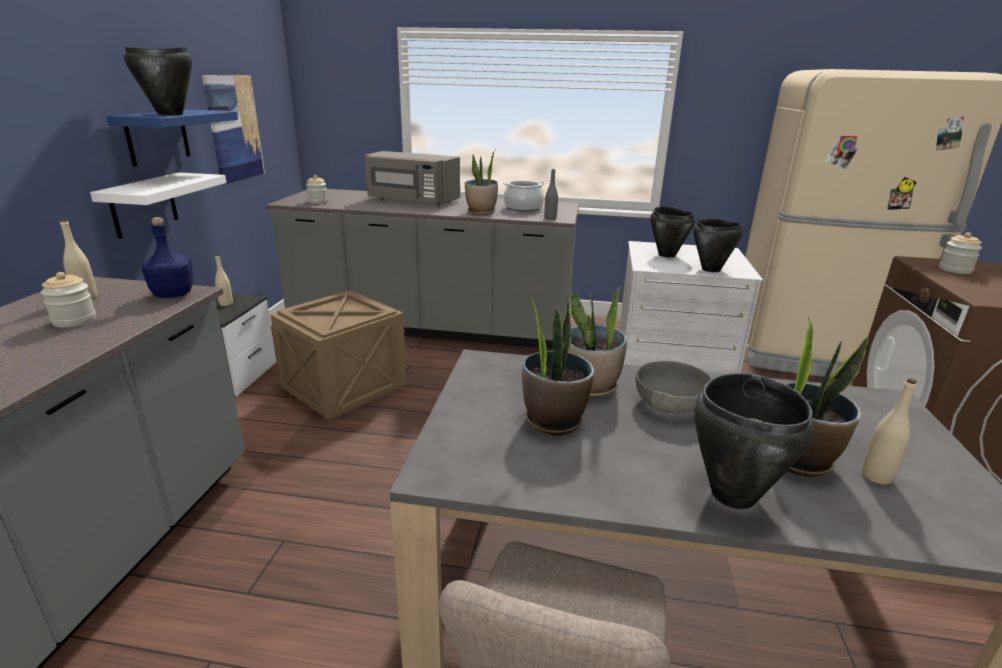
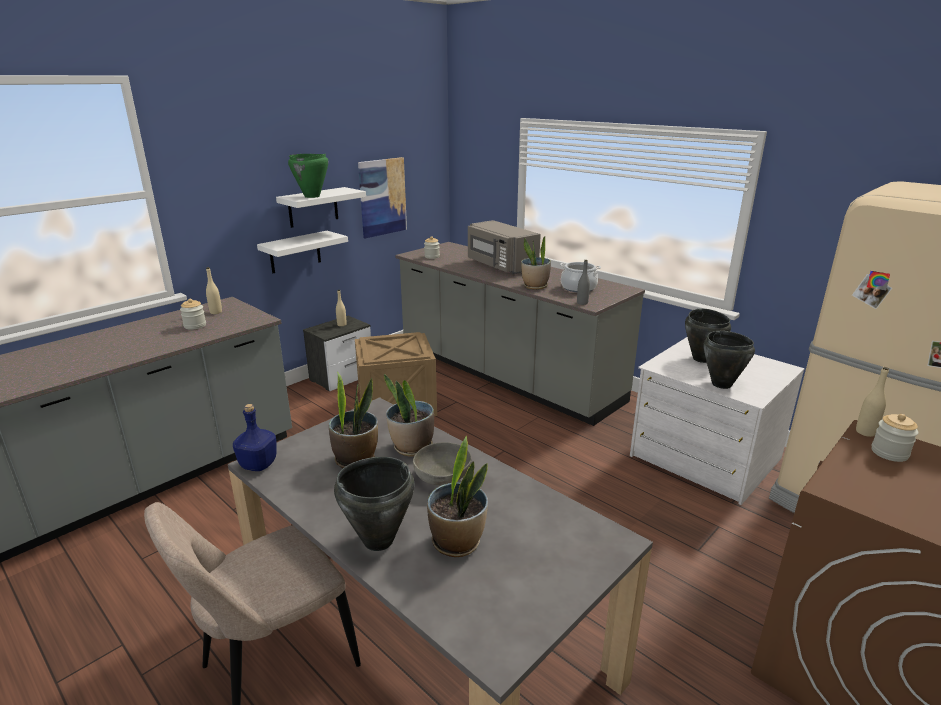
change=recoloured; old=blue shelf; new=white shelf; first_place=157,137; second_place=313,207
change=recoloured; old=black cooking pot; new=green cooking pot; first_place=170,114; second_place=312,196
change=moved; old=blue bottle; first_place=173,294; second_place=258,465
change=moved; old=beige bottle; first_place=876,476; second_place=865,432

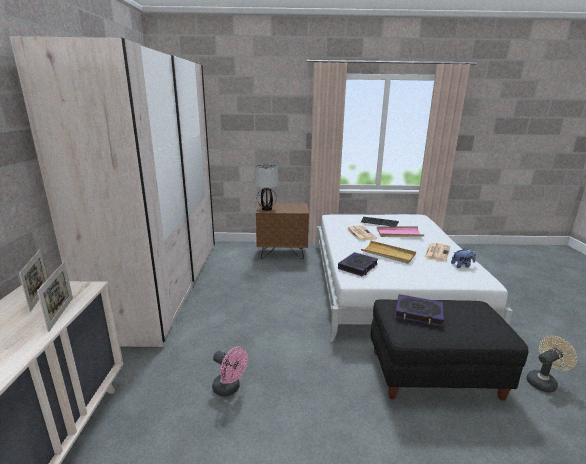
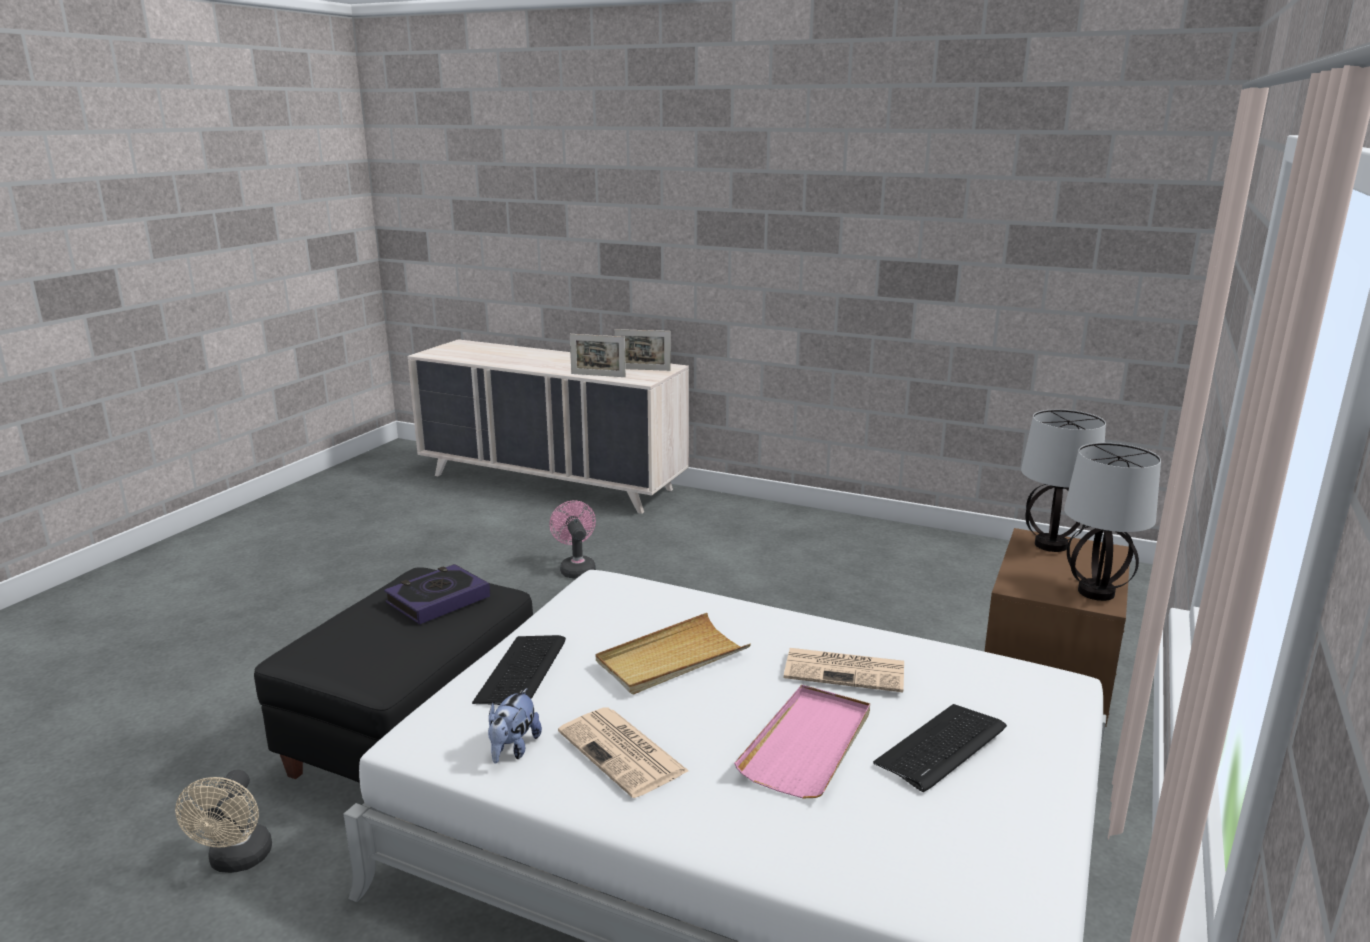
change=removed; old=beige wardrobe; first_place=164,284
change=turned; old=pink fan; first_place=230,389; second_place=576,568; degrees=105
change=removed; old=book; first_place=358,267
change=added; new=keyboard; second_place=522,672
change=added; new=table lamp; second_place=1096,593

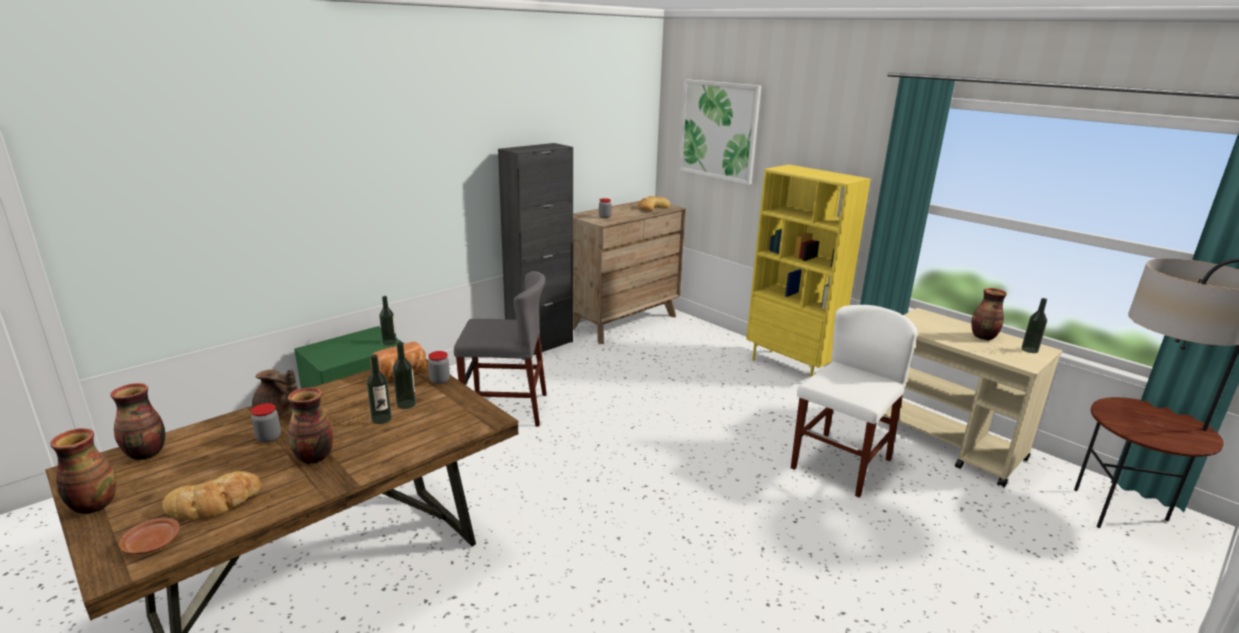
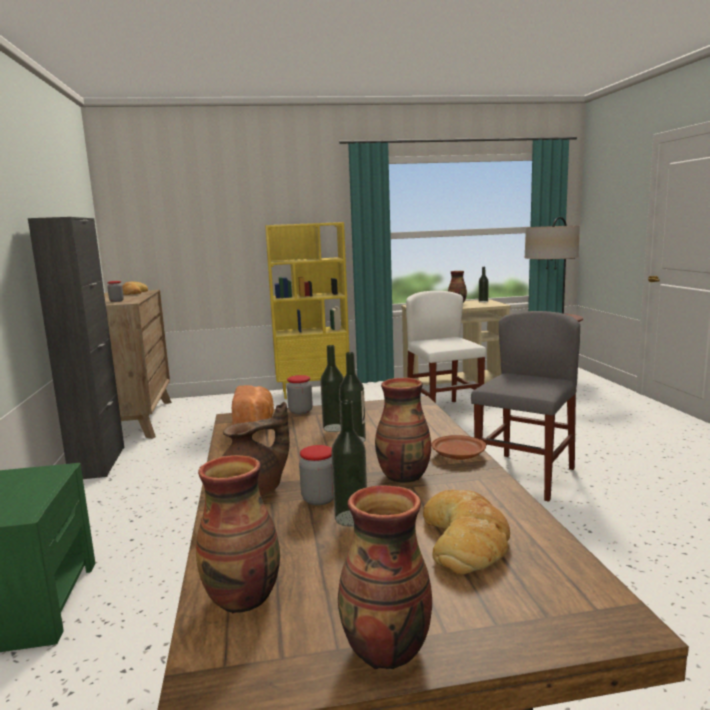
change=moved; old=brown plate; first_place=152,543; second_place=457,455
change=moved; old=bottle; first_place=389,342; second_place=351,518
change=moved; old=grey chair; first_place=505,408; second_place=525,476
change=removed; old=picture; first_place=718,130

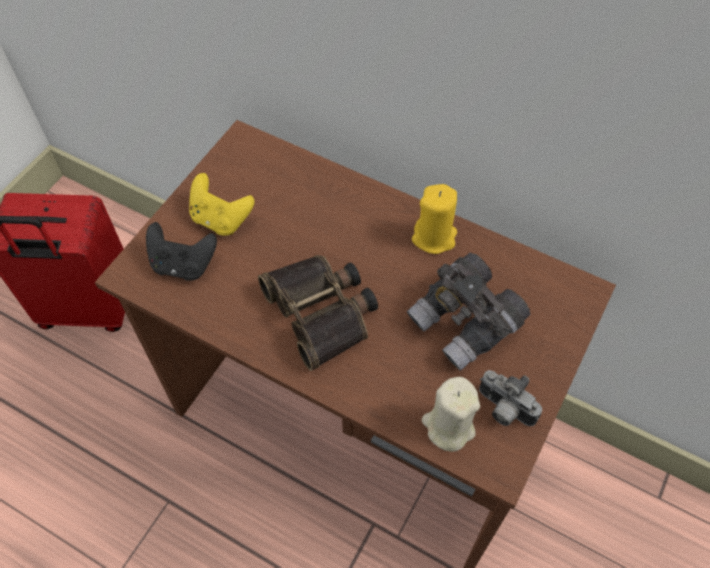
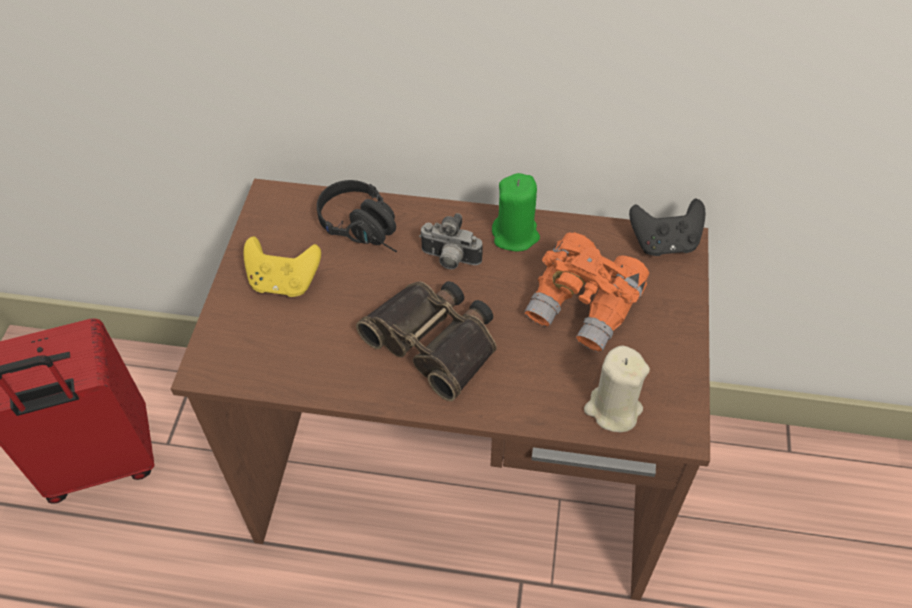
change=moved; old=black game controller; first_place=183,265; second_place=664,243
change=recoloured; old=grey binoculars; new=orange binoculars; first_place=465,324; second_place=584,307
change=recoloured; old=yellow candle; new=green candle; first_place=434,237; second_place=515,235
change=moved; old=photo camera; first_place=503,410; second_place=449,260
change=added; new=black headphones; second_place=366,230

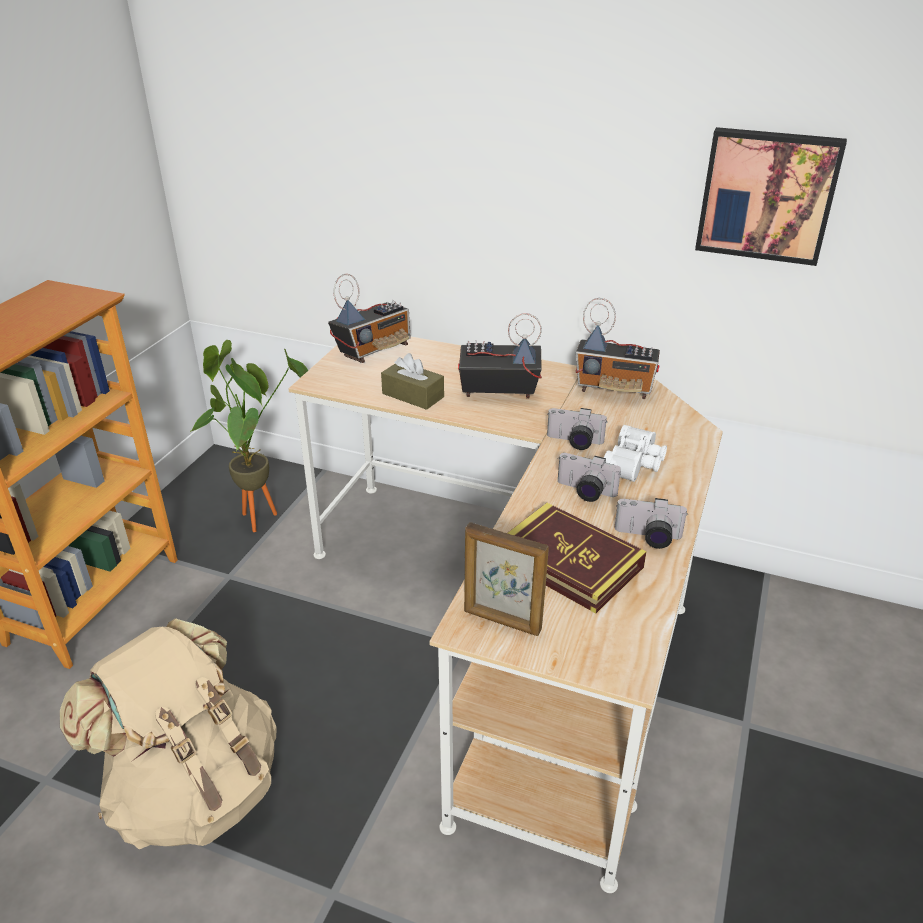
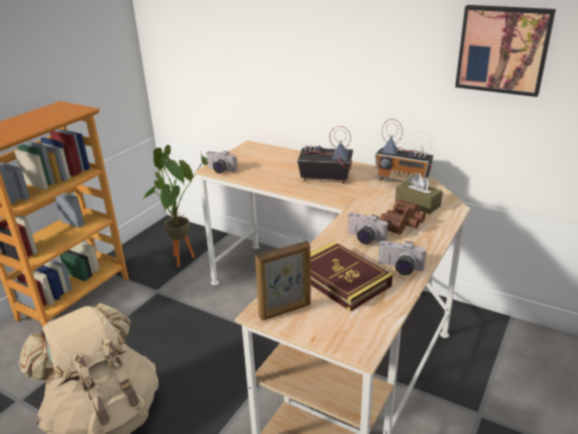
change=removed; old=radio; first_place=374,351
change=moved; old=brown tissue box; first_place=413,395; second_place=417,204
change=turned; old=picture frame; first_place=502,621; second_place=285,311; degrees=-60
change=moved; old=photo camera; first_place=574,442; second_place=220,170
change=recoloured; old=white binoculars; new=brown binoculars; first_place=635,464; second_place=404,224

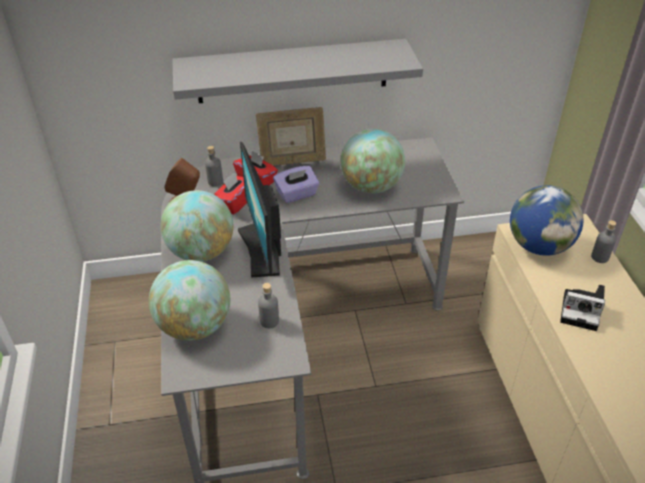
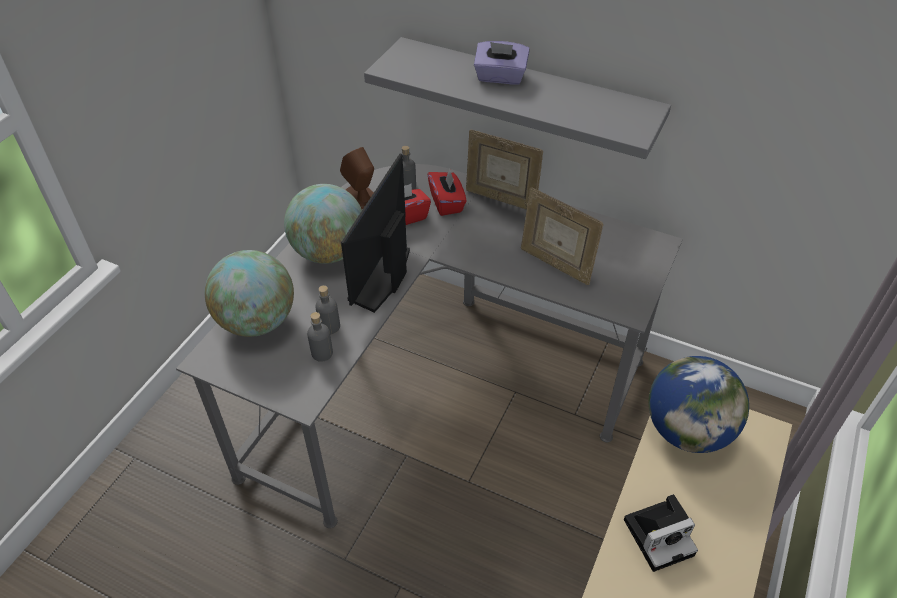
change=moved; old=purple tissue box; first_place=297,194; second_place=500,77
change=replaced; old=globe; new=picture frame; first_place=371,186; second_place=555,264
change=turned; old=photo camera; first_place=582,311; second_place=660,535; degrees=-75
change=moved; old=grey bottle; first_place=600,257; second_place=329,326

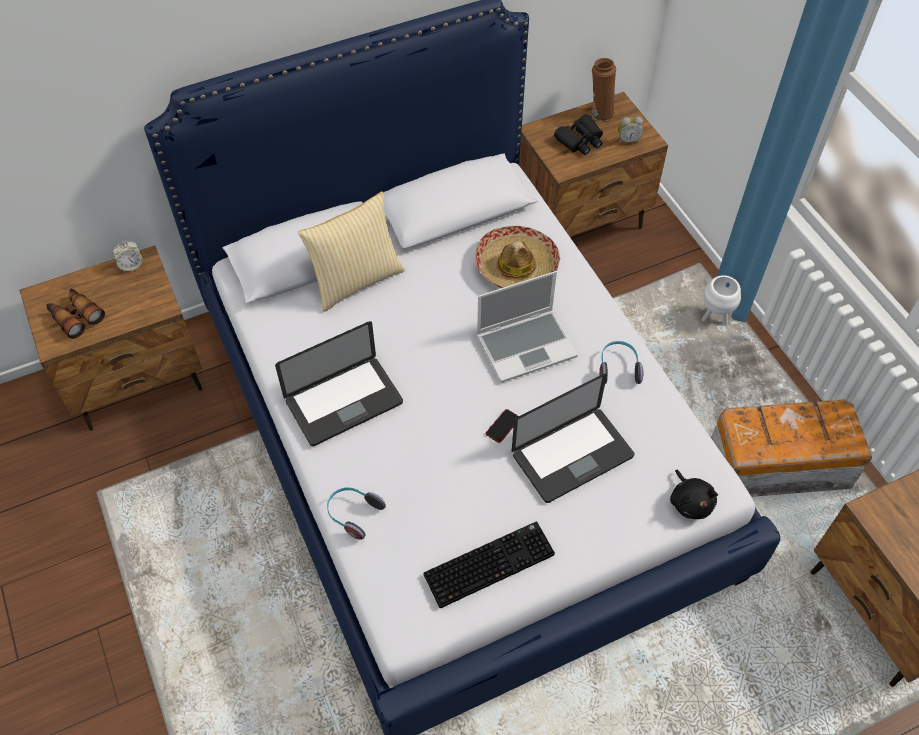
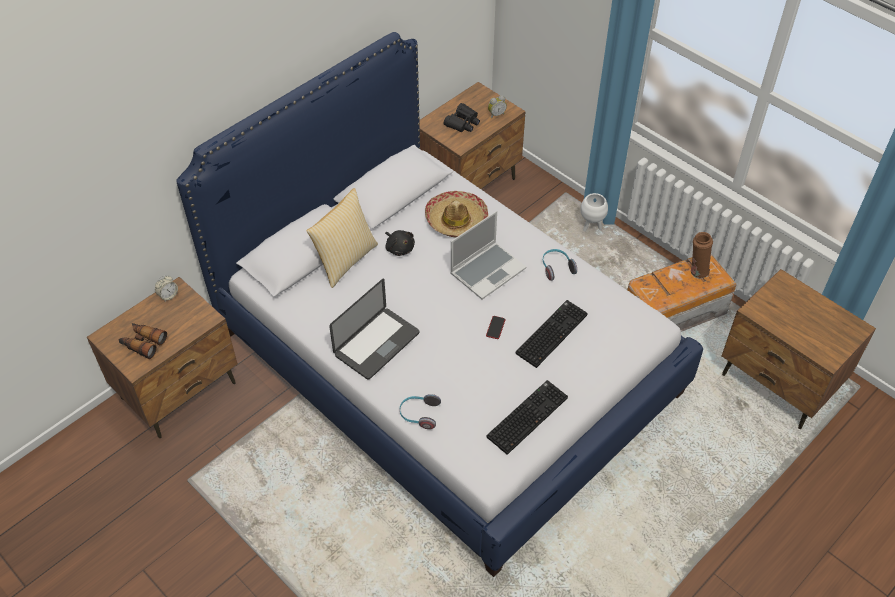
change=replaced; old=laptop; new=keyboard; first_place=572,456; second_place=551,333
change=moved; old=brown vase; first_place=600,113; second_place=697,271
change=moved; old=black plush toy; first_place=690,502; second_place=399,248

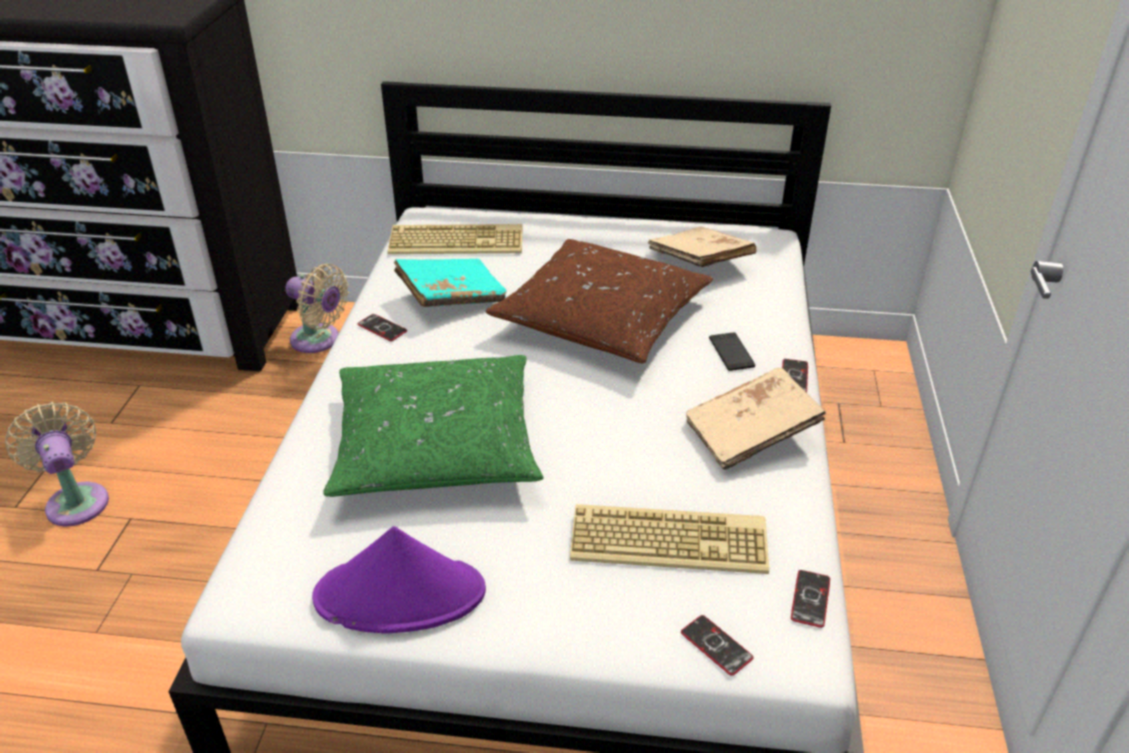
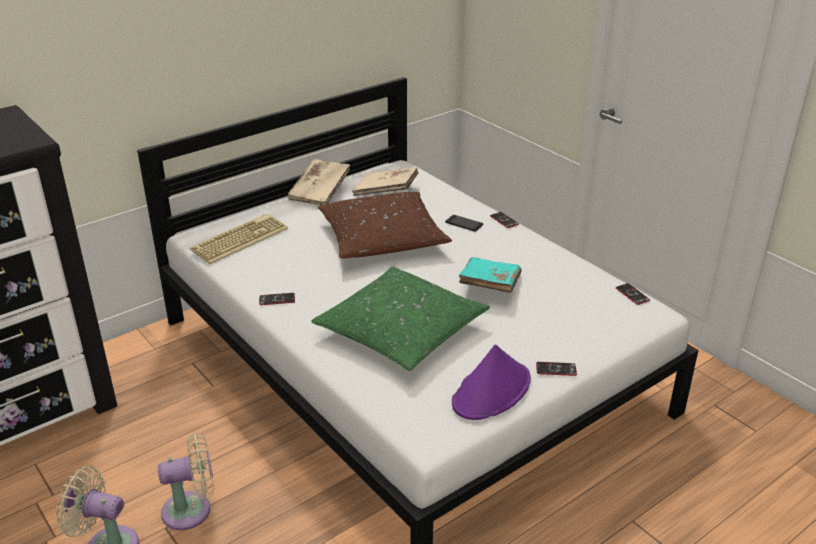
change=moved; old=beige fan; first_place=319,340; second_place=192,510
change=moved; old=turquoise book; first_place=451,296; second_place=489,285
change=removed; old=keyboard; first_place=670,539
change=moved; old=phone; first_place=716,645; second_place=556,369
change=moved; old=beige book; first_place=751,433; second_place=320,192

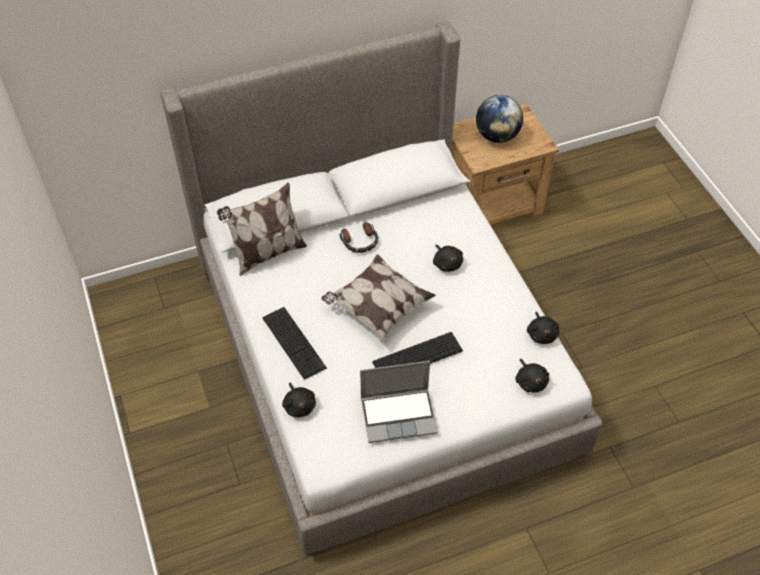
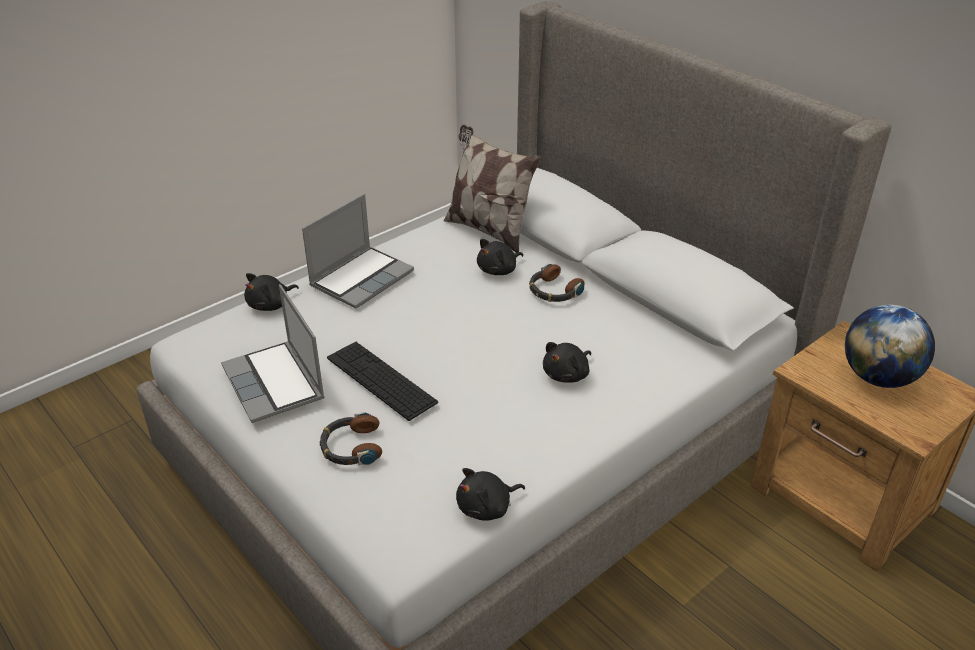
change=replaced; old=keyboard; new=laptop; first_place=293,342; second_place=362,278
change=removed; old=pillow; first_place=378,308
change=moved; old=black plush toy; first_place=530,381; second_place=499,270
change=added; new=headphones; second_place=351,447

